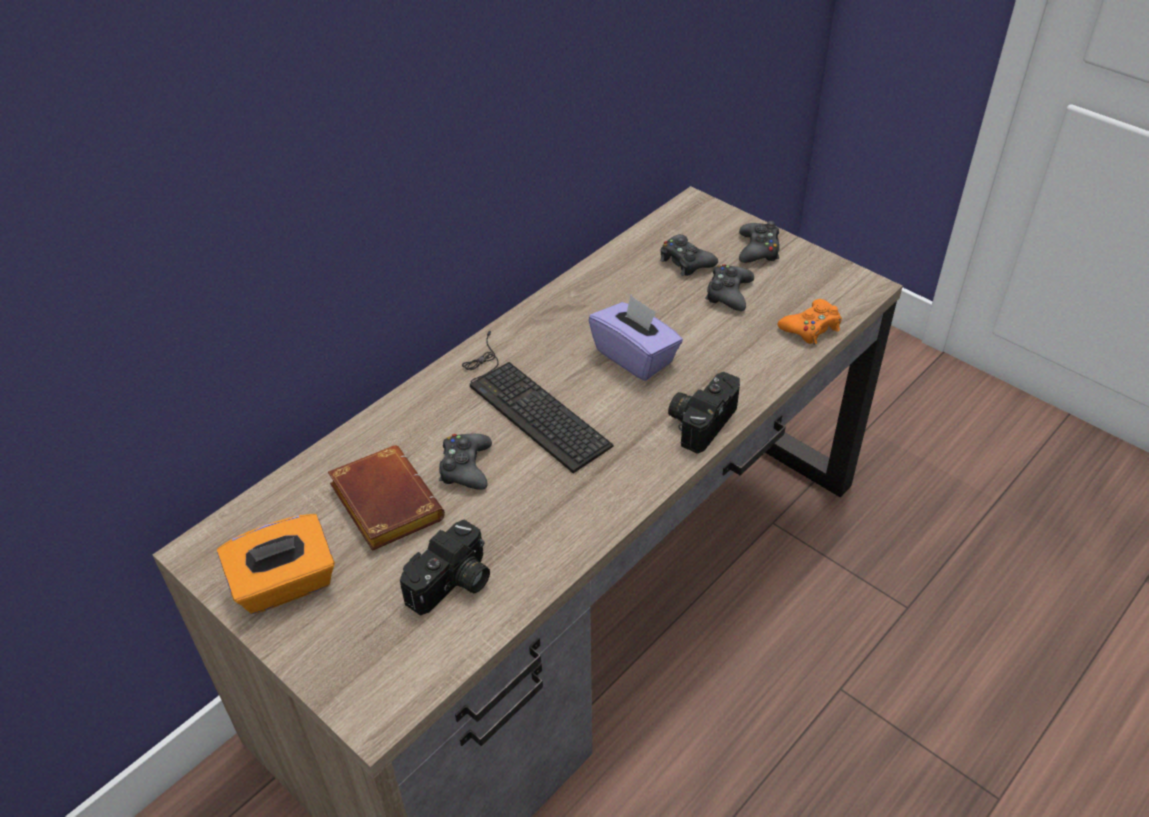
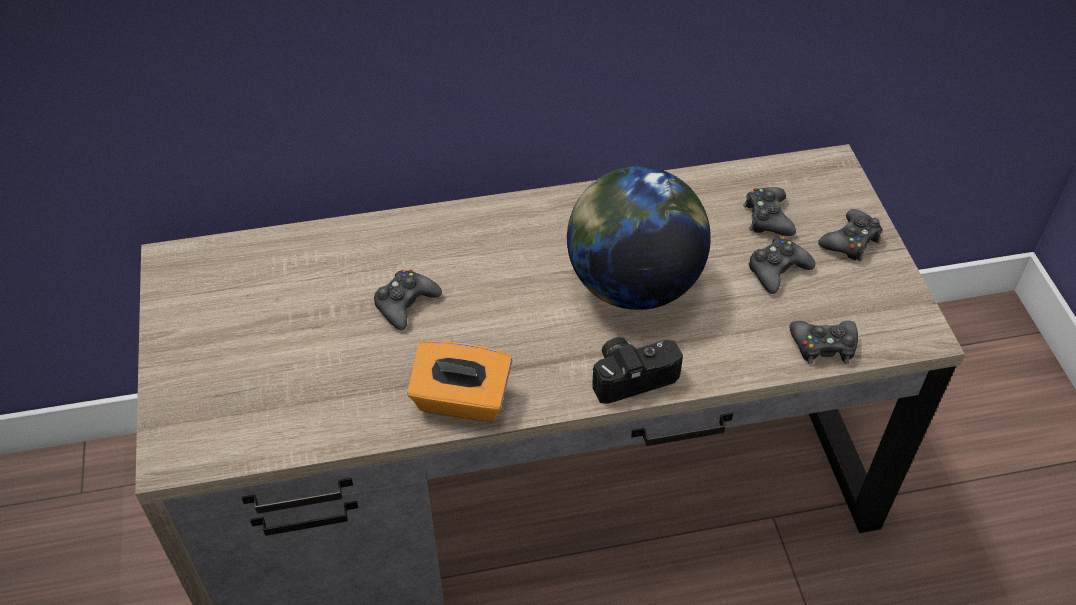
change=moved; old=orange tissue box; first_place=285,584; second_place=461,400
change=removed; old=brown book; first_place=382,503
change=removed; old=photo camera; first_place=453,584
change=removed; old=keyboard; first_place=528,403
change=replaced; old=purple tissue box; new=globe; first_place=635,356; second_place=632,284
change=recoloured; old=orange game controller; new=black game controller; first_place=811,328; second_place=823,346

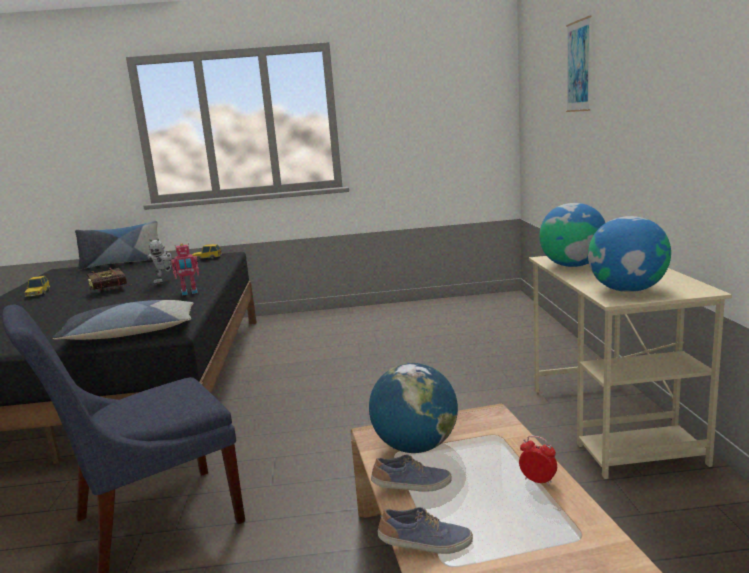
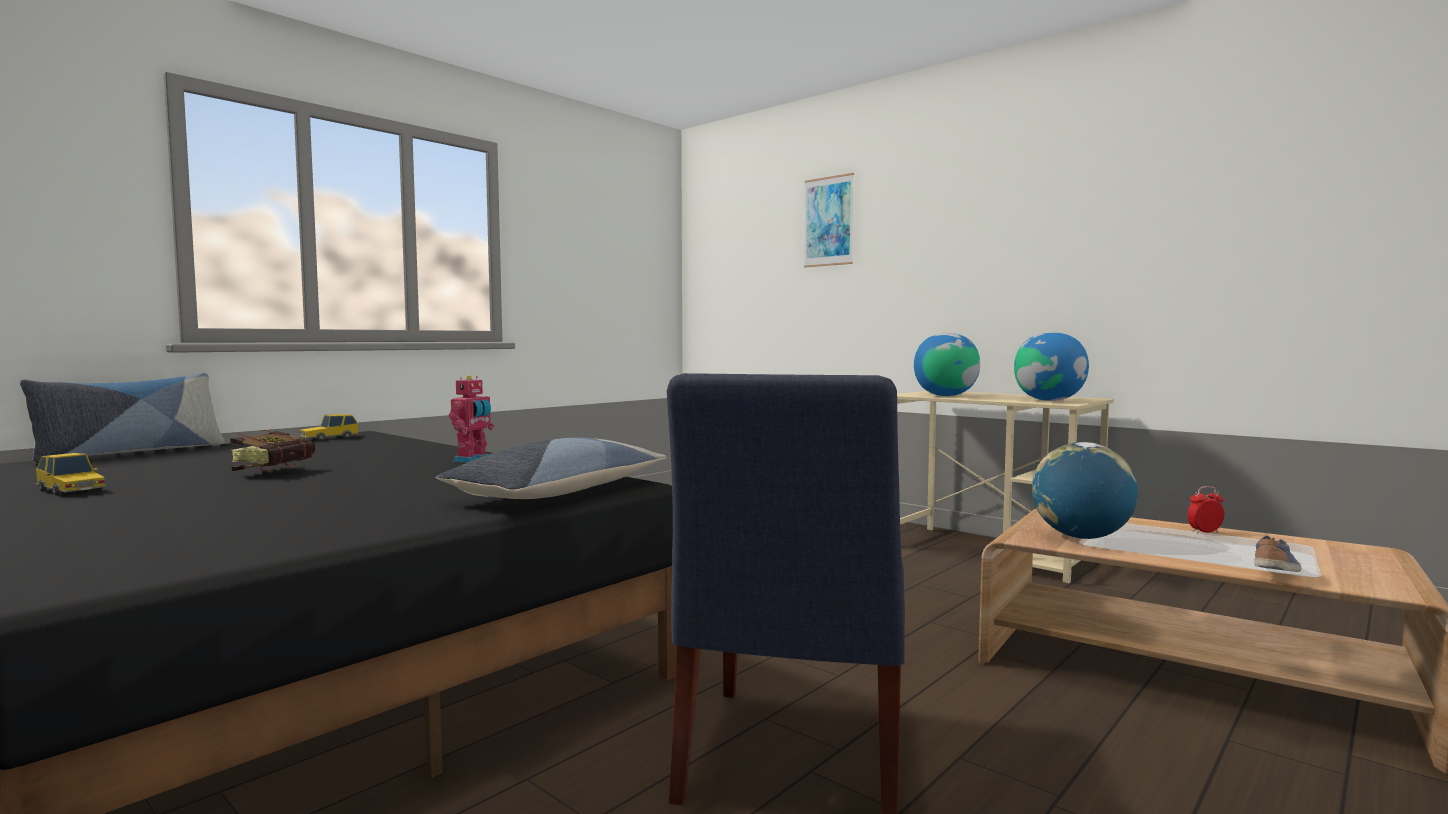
change=removed; old=toy robot; first_place=165,282
change=removed; old=shoe; first_place=412,487

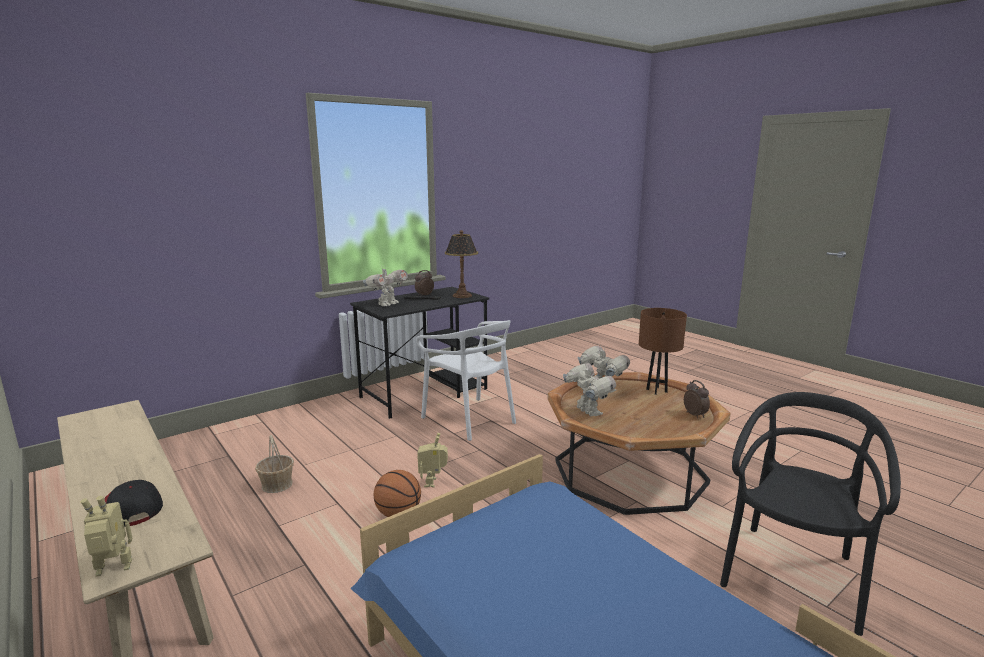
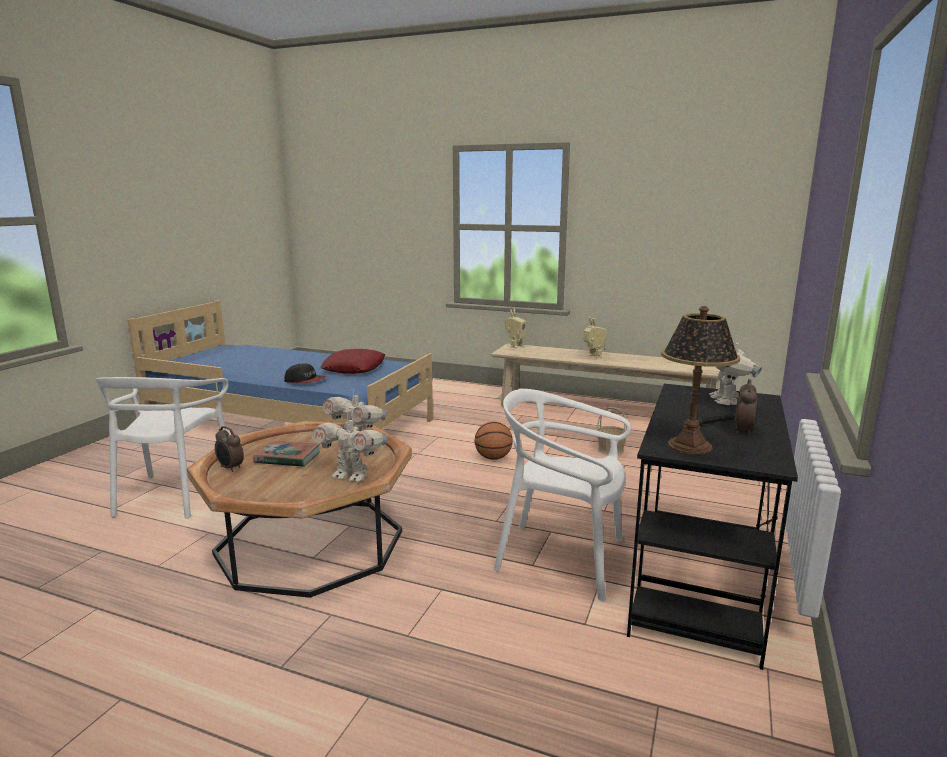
change=moved; old=cap; first_place=133,506; second_place=305,380
change=moved; old=toy robot; first_place=433,482; second_place=593,357
change=removed; old=brown table lamp; first_place=656,391
change=recoloured; old=black chair; new=white chair; first_place=792,575; second_place=173,495
change=added; new=book; second_place=287,458
change=added; new=red pillow; second_place=354,368

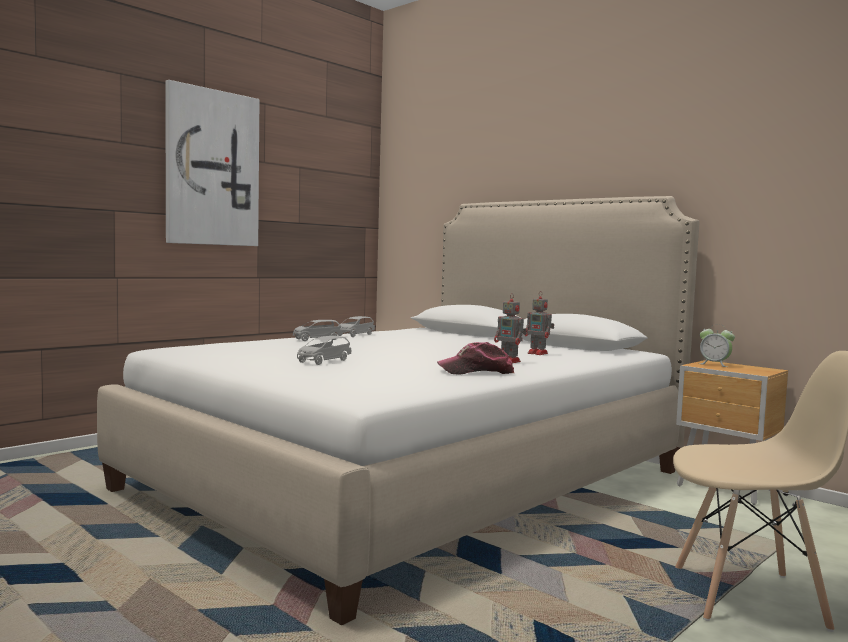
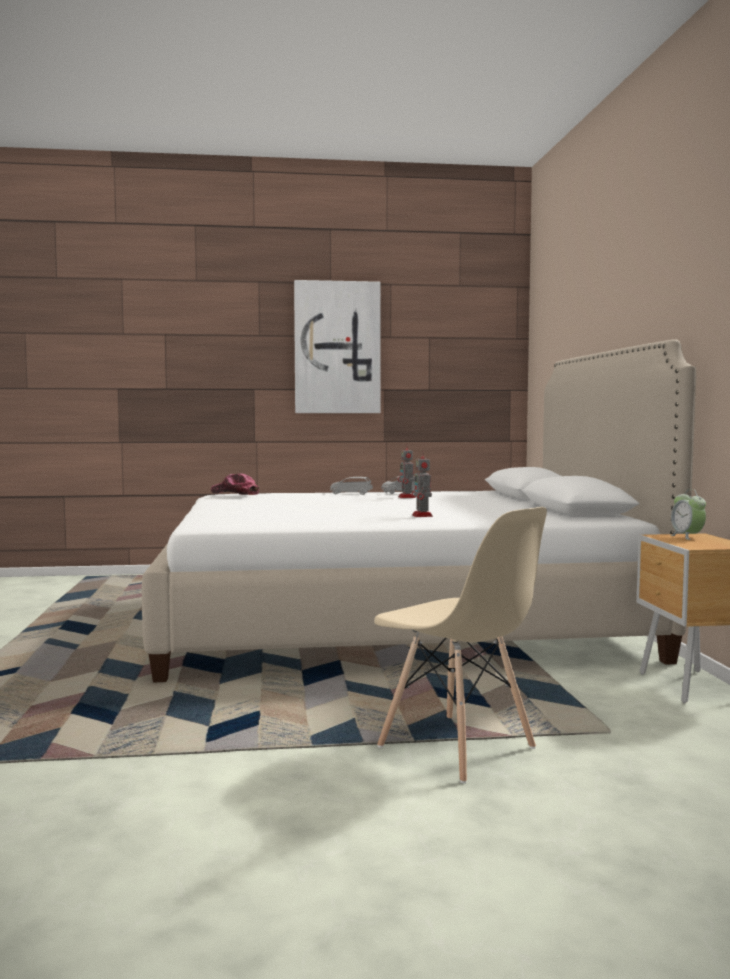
change=removed; old=grey toy car; first_place=323,361
change=moved; old=cap; first_place=476,372; second_place=235,493
change=moved; old=toy robot; first_place=538,353; second_place=407,497

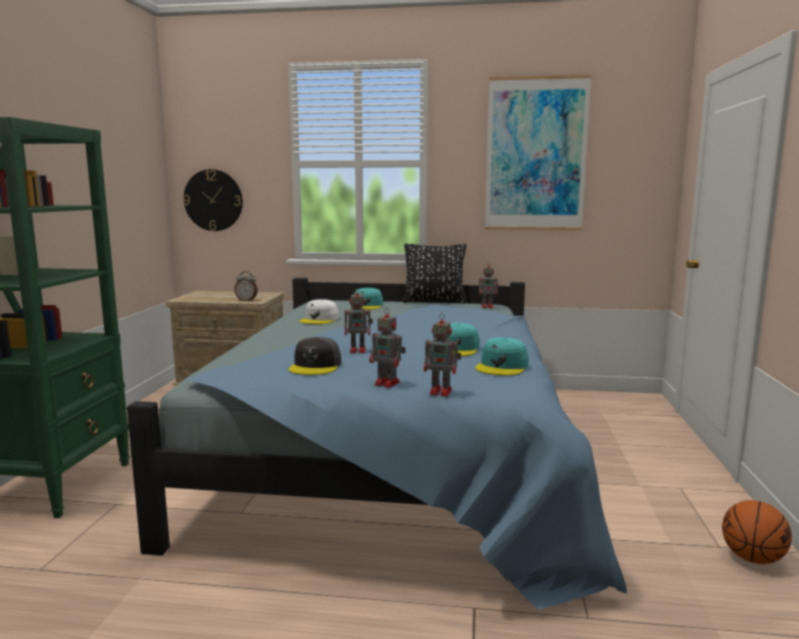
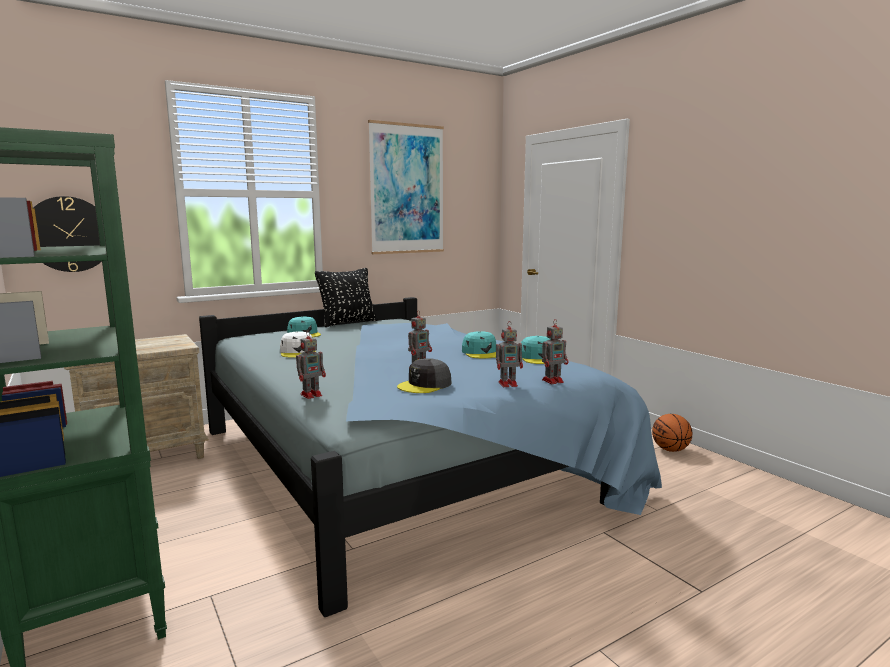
change=removed; old=alarm clock; first_place=247,300
change=turned; old=grey cap; first_place=316,366; second_place=425,385; degrees=75
change=moved; old=toy robot; first_place=488,306; second_place=312,395

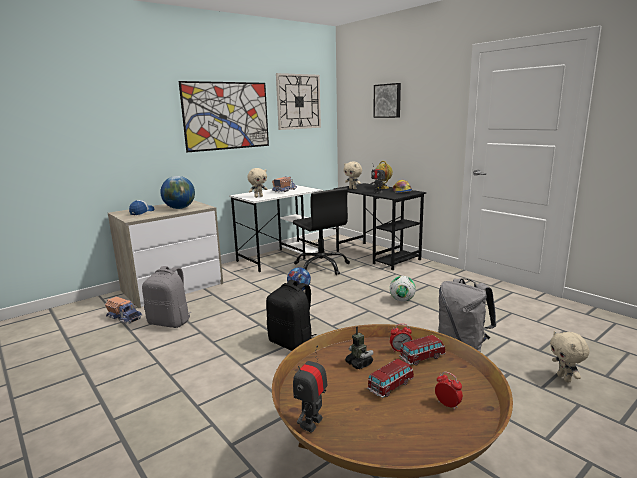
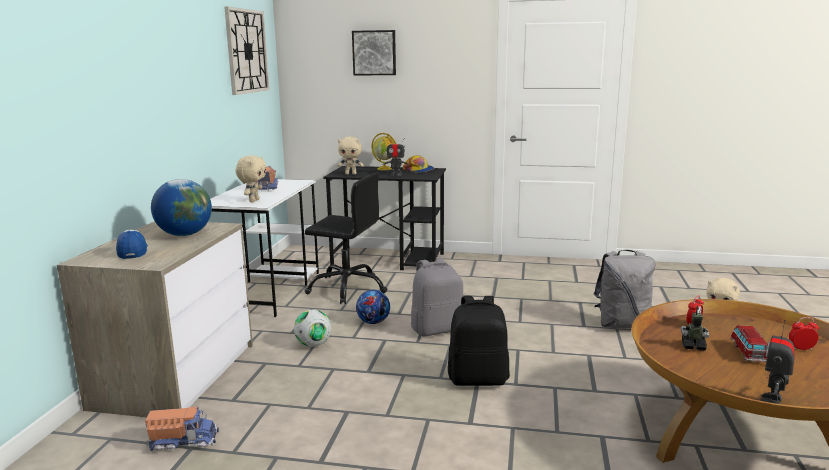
change=moved; old=grey backpack; first_place=170,322; second_place=437,329
change=removed; old=picture; first_place=227,116
change=turned; old=toy robot; first_place=311,423; second_place=772,401; degrees=45
change=moved; old=football; first_place=402,300; second_place=313,344
change=removed; old=toy car; first_place=422,358

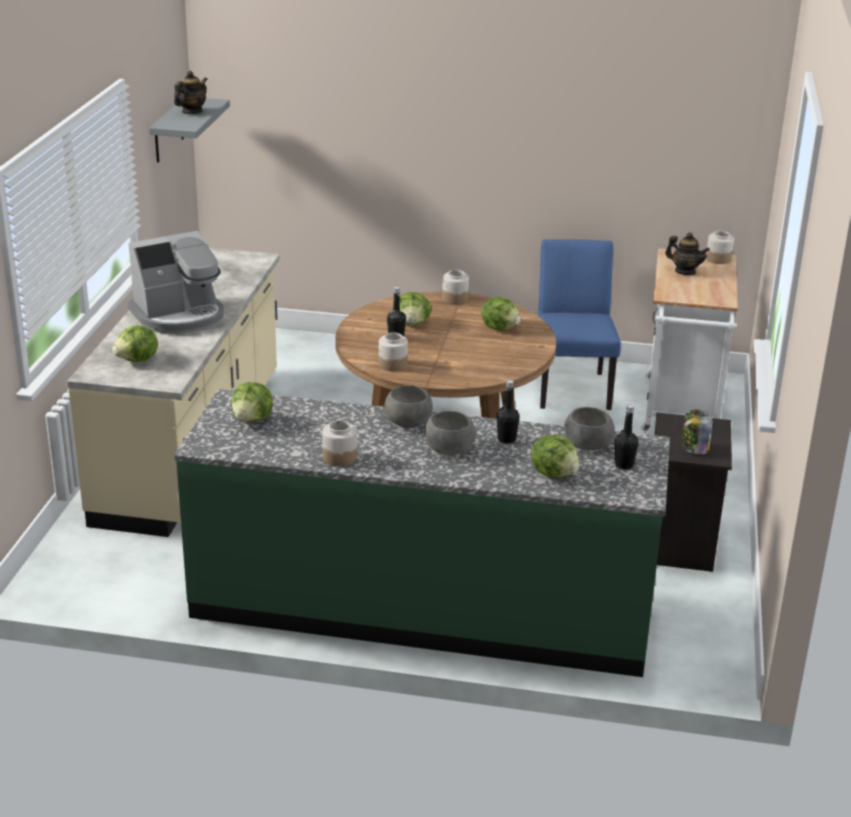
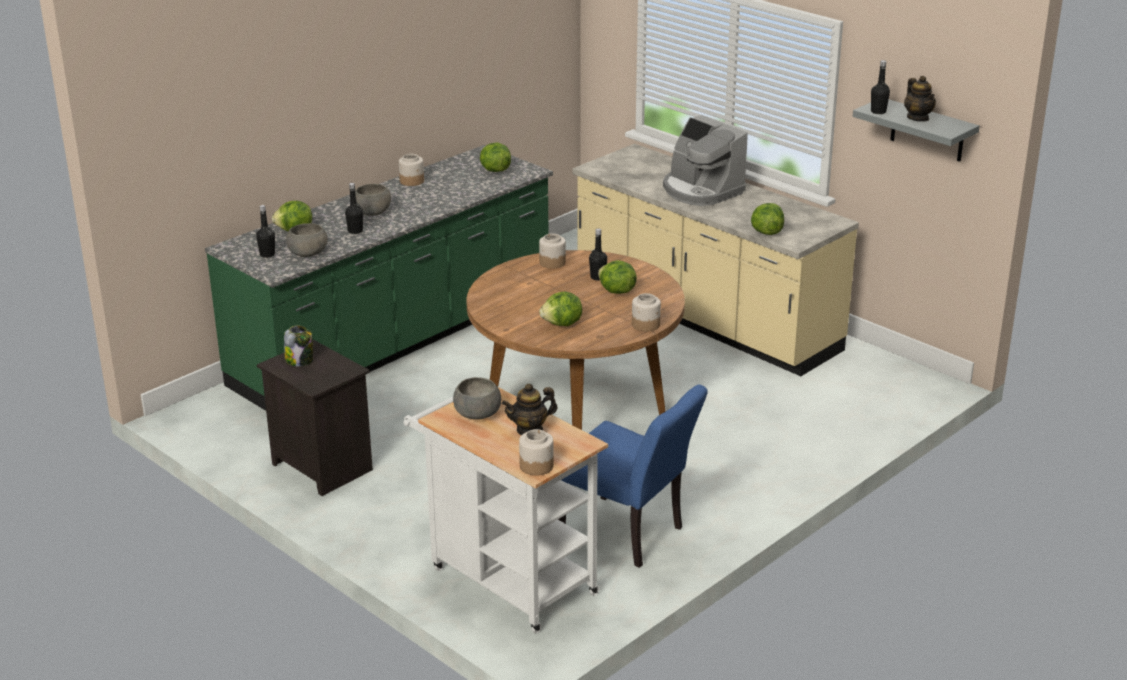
change=moved; old=lettuce; first_place=138,360; second_place=766,232
change=turned; old=coffee machine; first_place=179,316; second_place=701,190; degrees=-45
change=moved; old=grey bowl; first_place=408,422; second_place=477,413
change=added; new=black bottle; second_place=878,112

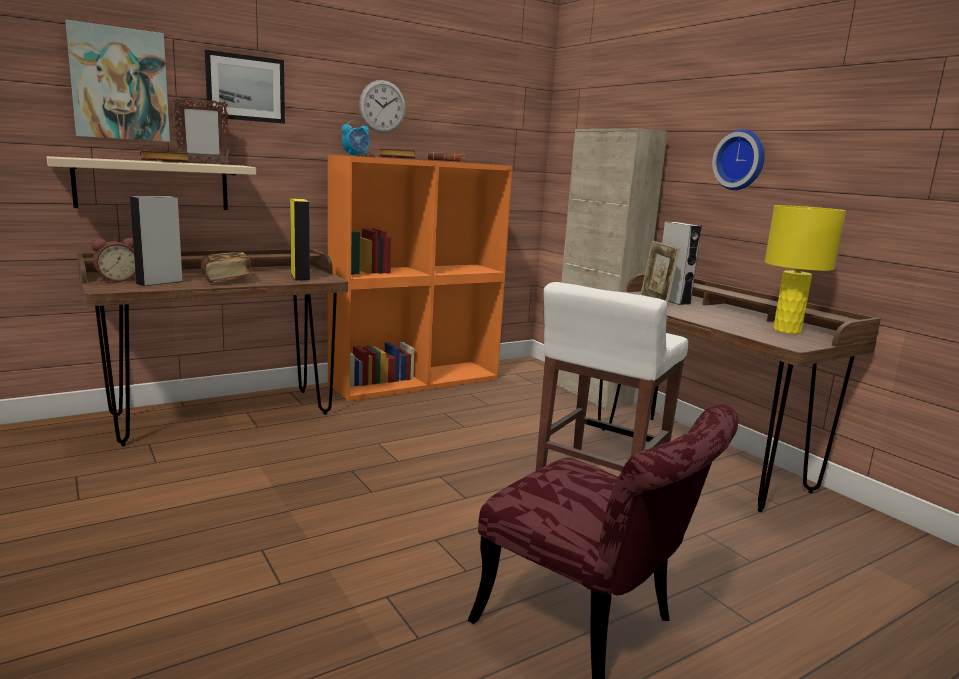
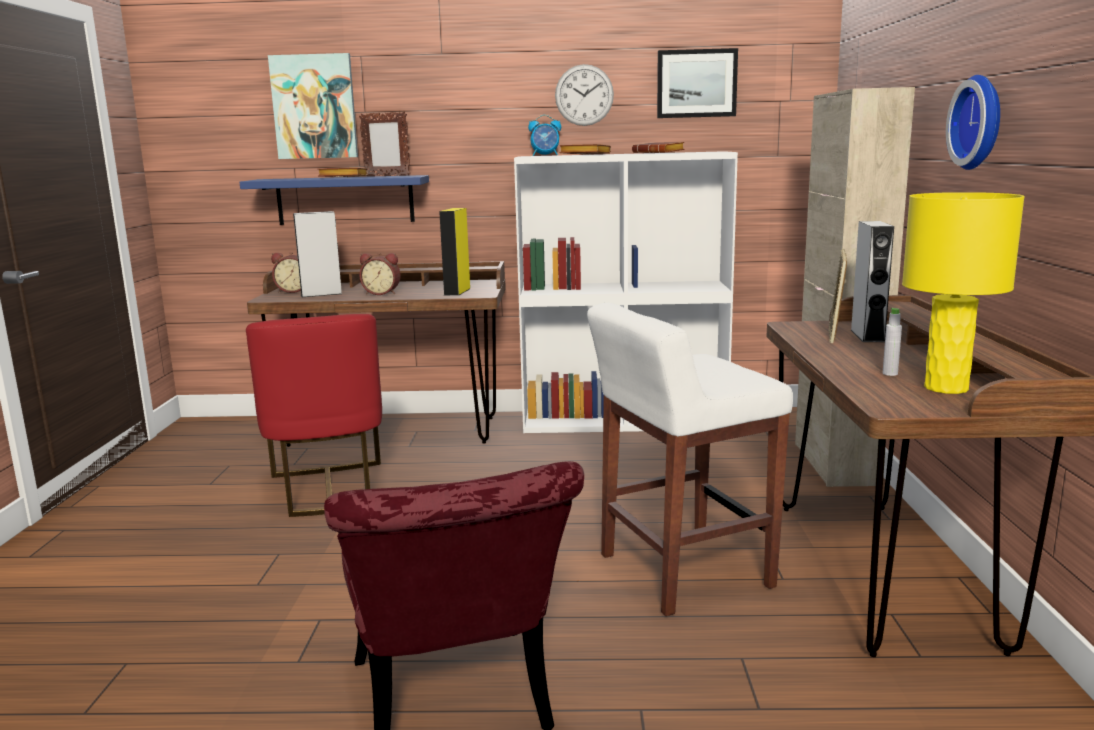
change=recoloured; old=beige shelf; new=blue shelf; first_place=153,185; second_place=345,200
change=replaced; old=book; new=alarm clock; first_place=226,280; second_place=382,293
change=moved; old=picture; first_place=245,88; second_place=696,83
change=recoloured; old=orange bookcase; new=white bookcase; first_place=416,380; second_place=624,420
change=added; new=red chair; second_place=328,489
change=added; new=grey bottle; second_place=890,373

